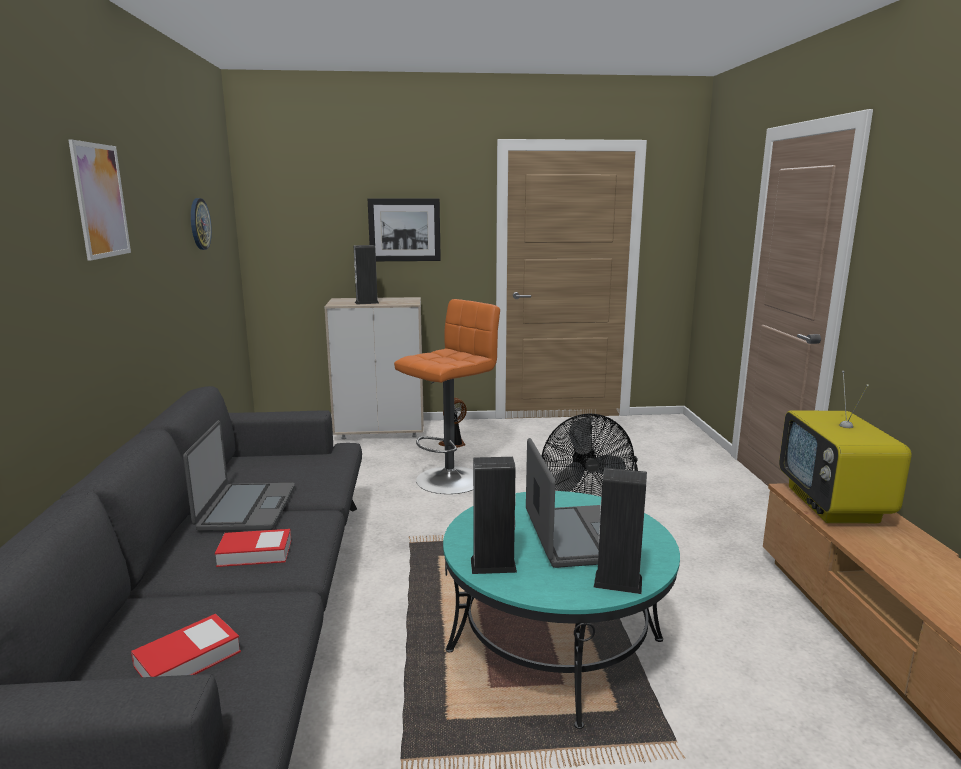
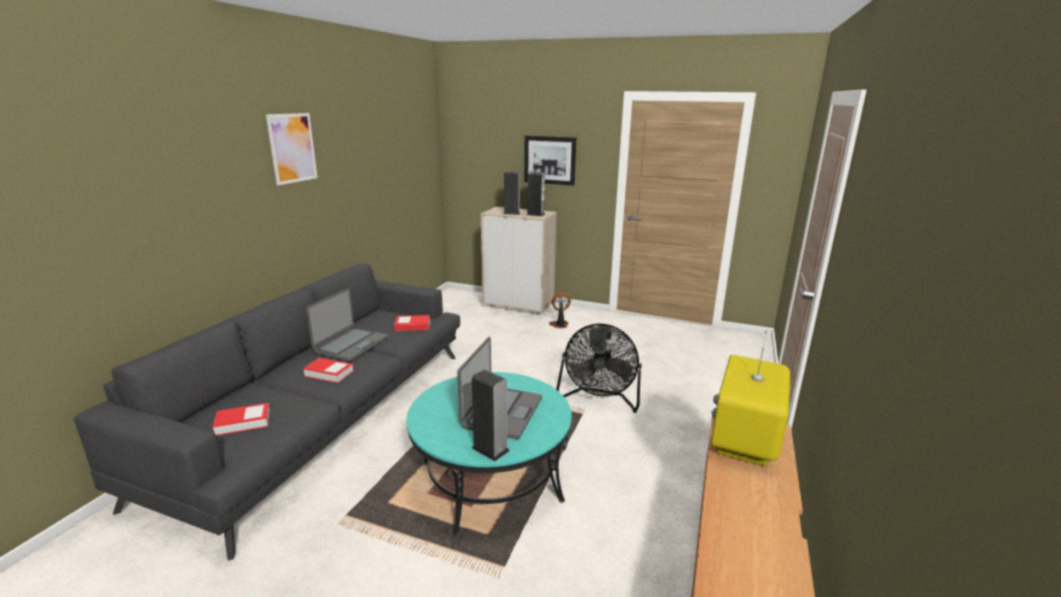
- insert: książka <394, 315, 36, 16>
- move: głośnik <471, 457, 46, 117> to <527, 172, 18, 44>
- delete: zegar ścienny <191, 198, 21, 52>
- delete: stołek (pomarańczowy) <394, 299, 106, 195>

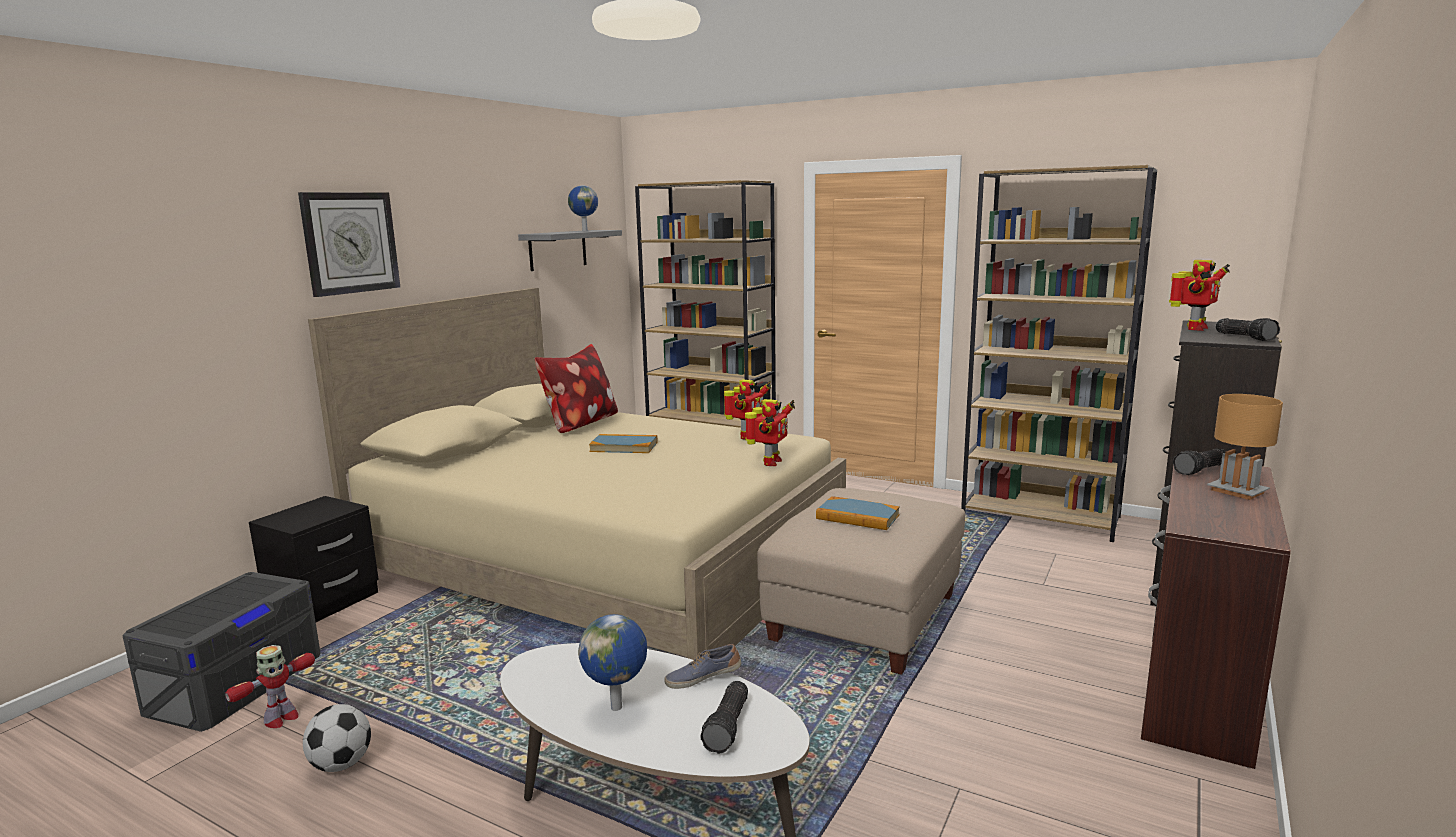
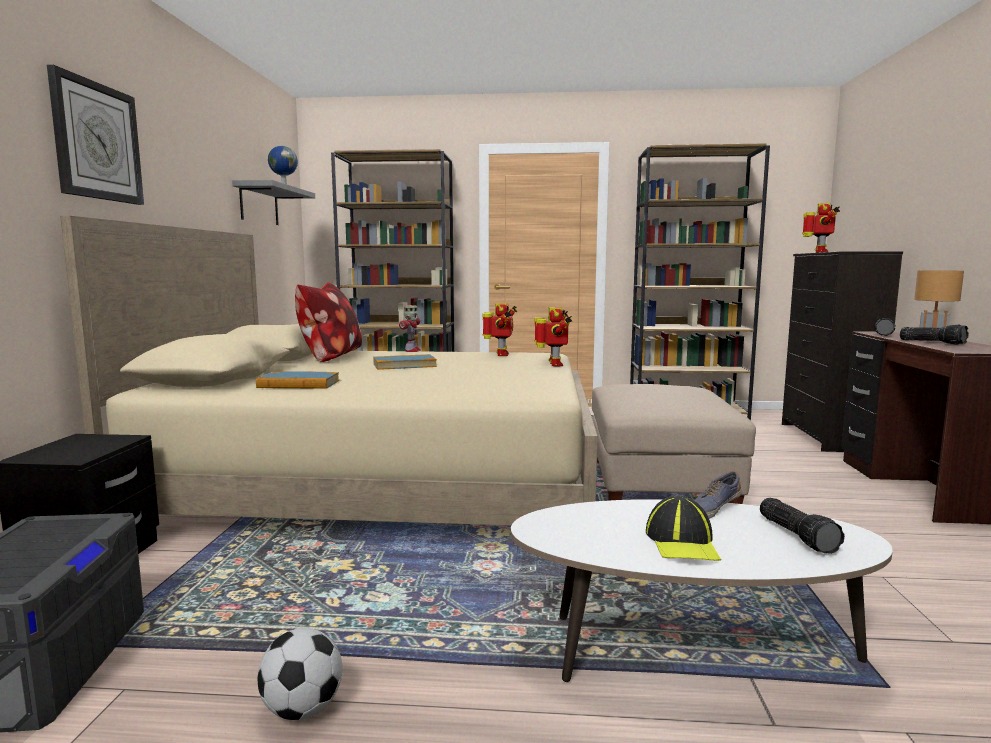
- move: książka <816, 496, 84, 34> to <256, 371, 83, 18>
- move: robot zabawkowy <225, 645, 90, 83> to <399, 305, 22, 47>
- replace: globus <578, 614, 69, 97> to czapka z daszkiem <646, 496, 75, 65>
- move: latarka <1216, 318, 64, 23> to <900, 325, 69, 20>

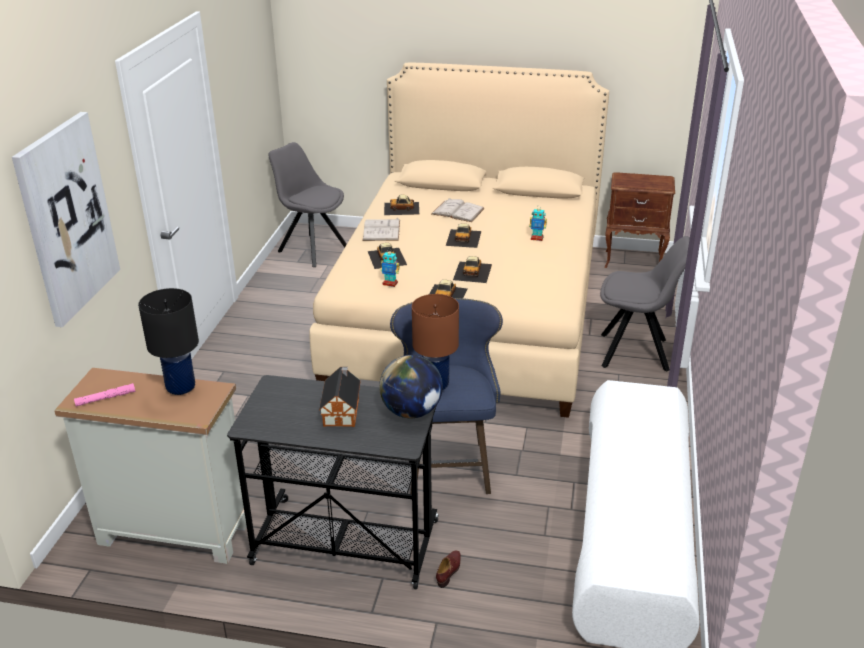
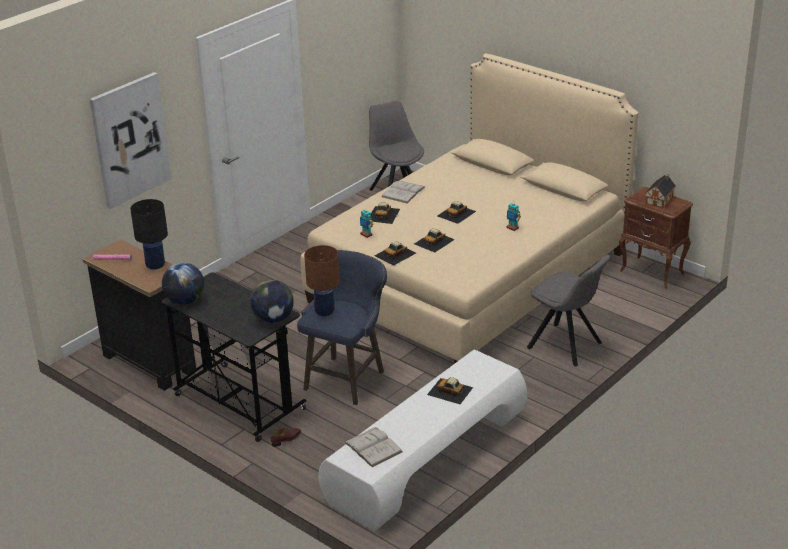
- recolor: komoda (biały) <54, 368, 193, 196> to komoda (czarny) <82, 239, 114, 152>
- insert: globus <162, 262, 42, 43>
- move: książka (biały) <431, 198, 54, 24> to <344, 427, 59, 40>
- move: samochodzik <384, 195, 35, 20> to <427, 377, 46, 27>
- move: domek <319, 367, 42, 60> to <646, 174, 30, 34>

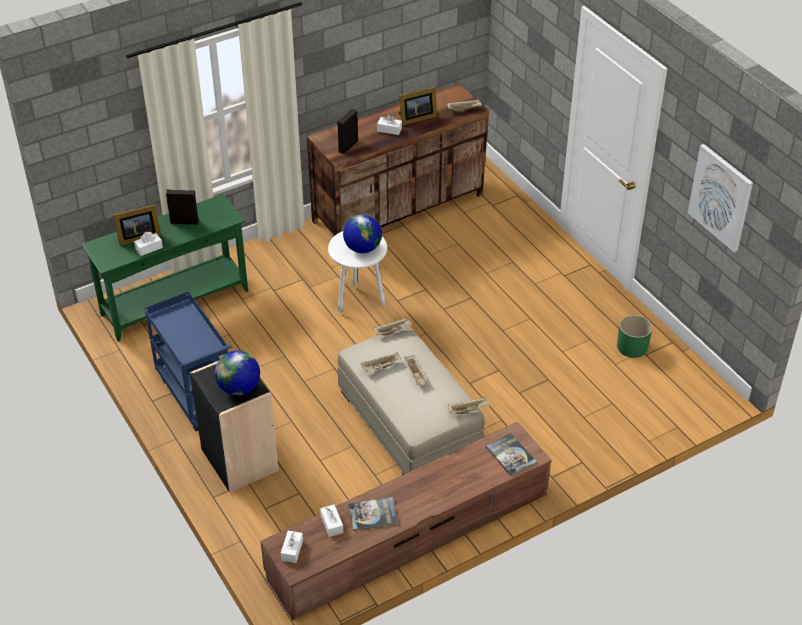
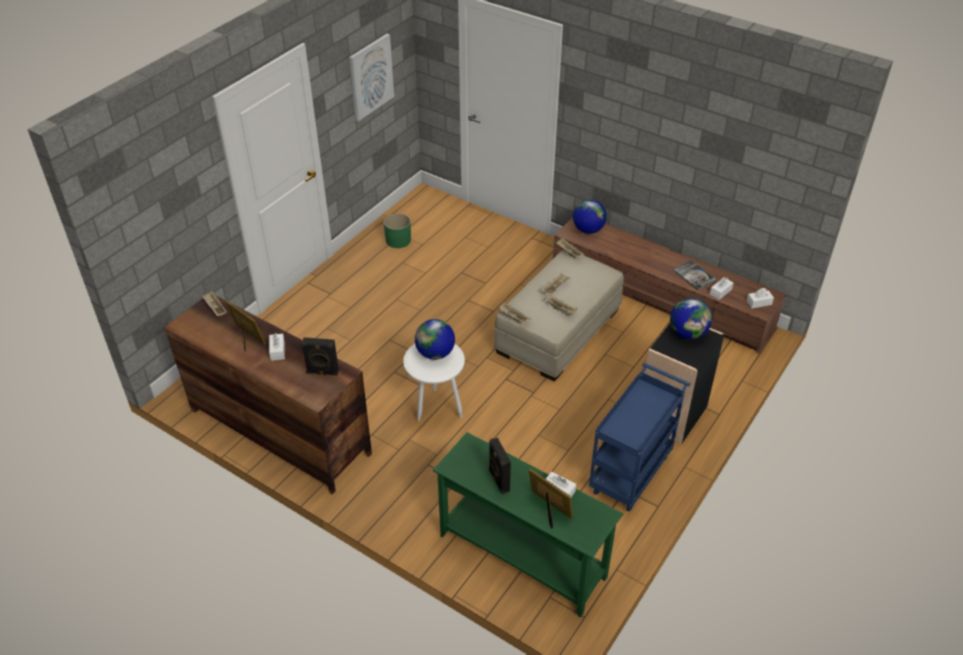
- replace: książka <486, 433, 51, 43> to globus <573, 200, 34, 34>

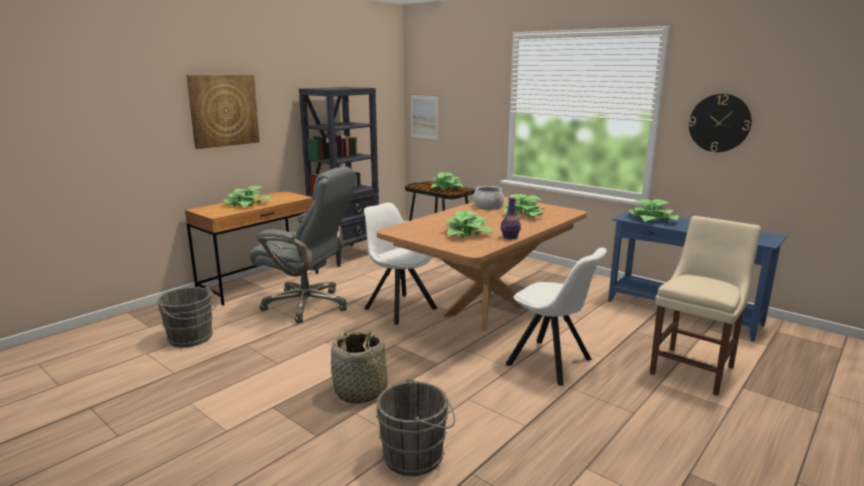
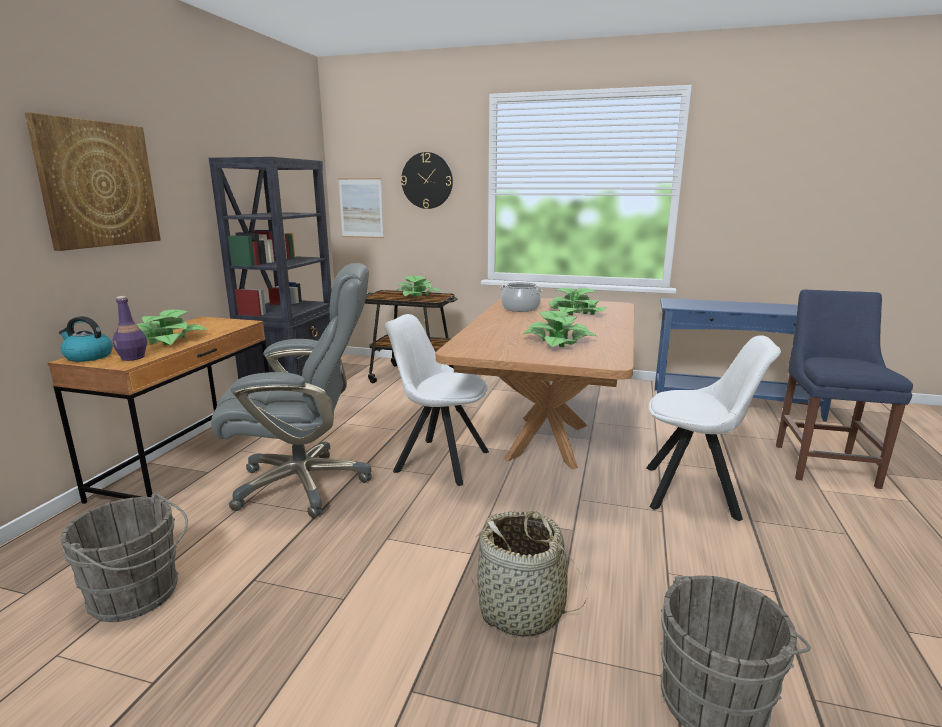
- insert: czajnik <59, 316, 54, 46>
- move: butelka (fioletowy) <501, 196, 20, 43> to <112, 296, 35, 65>
- move: zegar ścienny <689, 94, 63, 58> to <401, 152, 52, 57>
- recolor: krzesło (beżowy) <650, 216, 111, 180> to krzesło (niebieski) <776, 289, 137, 200>
- delete: roślina doniczkowa <628, 199, 51, 23>

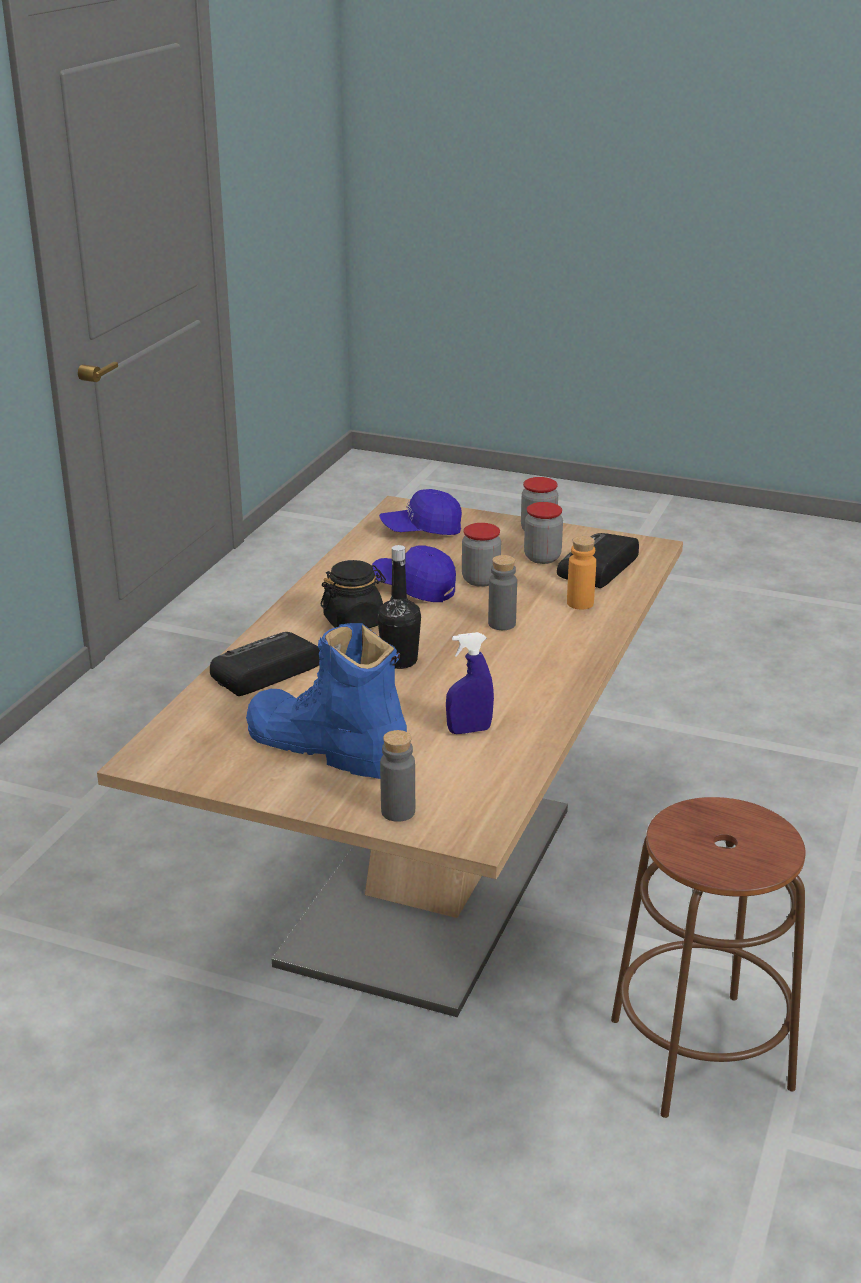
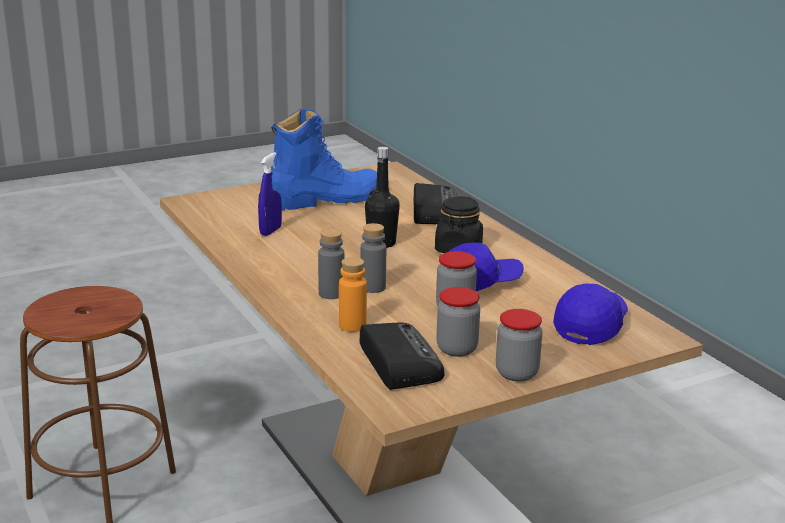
- move: butelka (szary) <380, 730, 35, 92> to <318, 229, 26, 70>

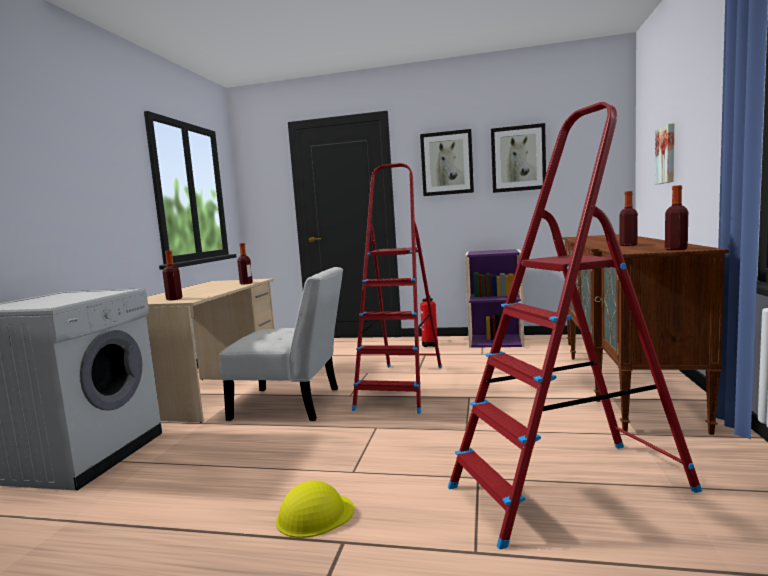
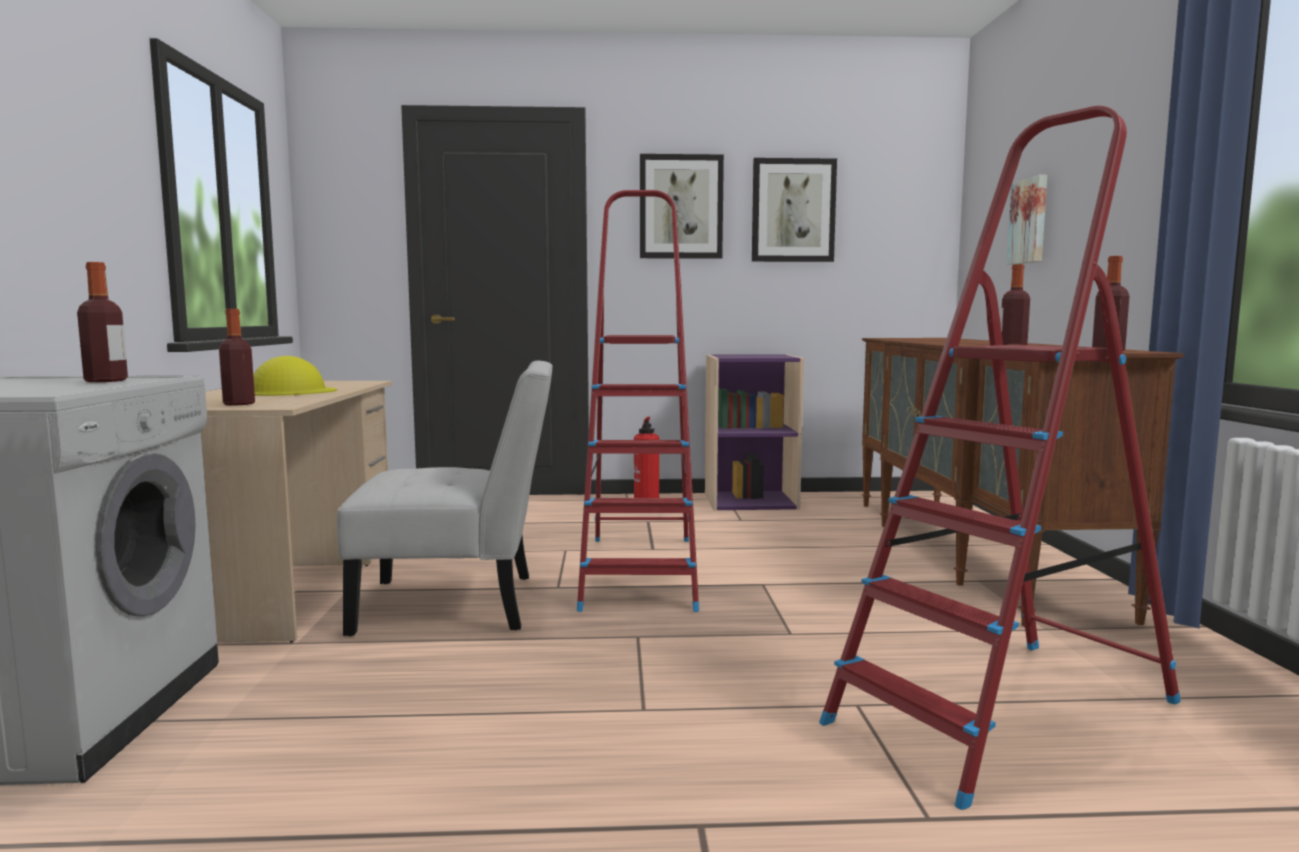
- move: butelka <237, 243, 16, 41> to <77, 262, 51, 120>
- move: kask (żółty) <276, 481, 78, 57> to <253, 356, 84, 40>

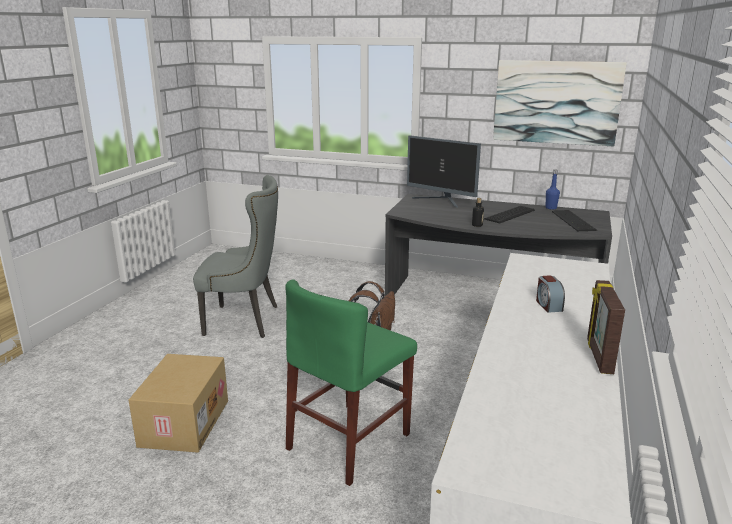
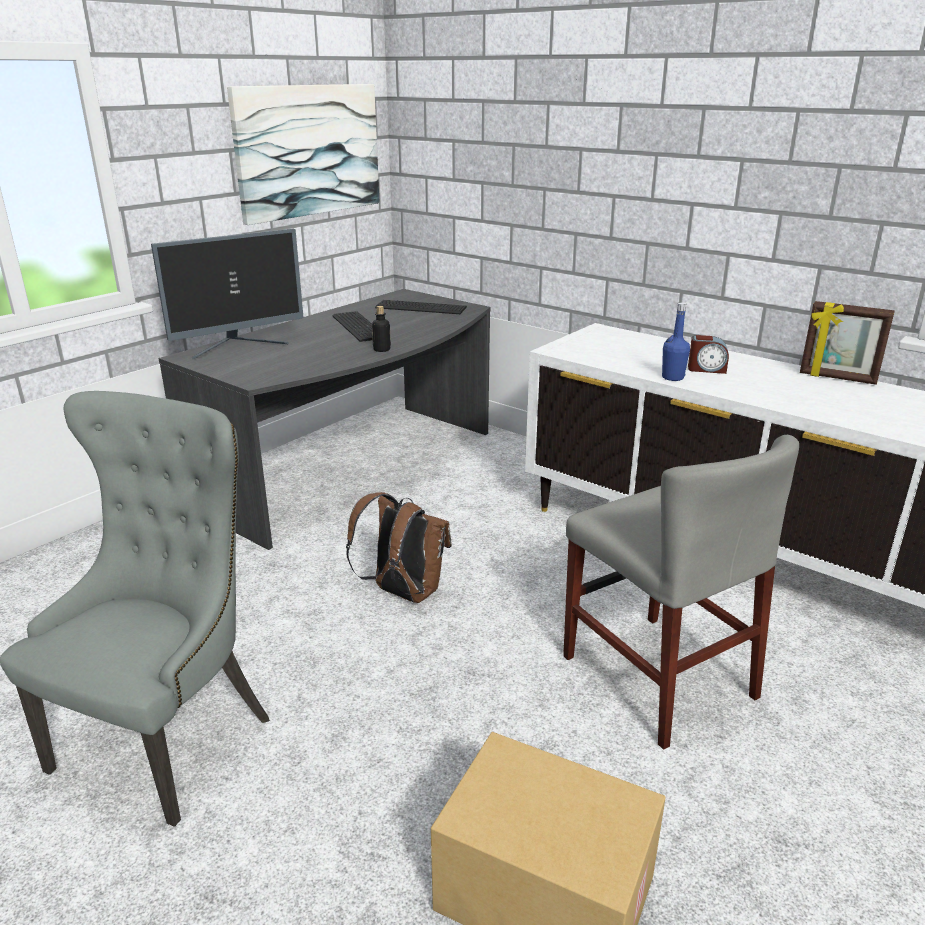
- recolor: krzesło (zielony) <285, 279, 132, 207> to krzesło (szary) <563, 435, 236, 315>
- move: butelka (niebieski) <546, 170, 14, 39> to <662, 302, 28, 79>

